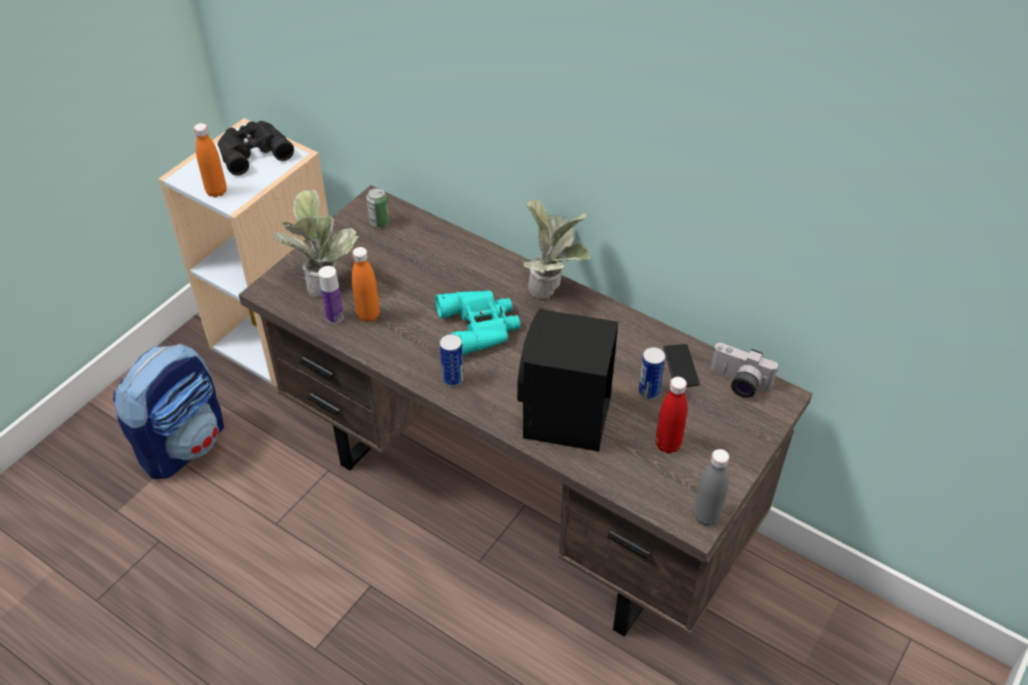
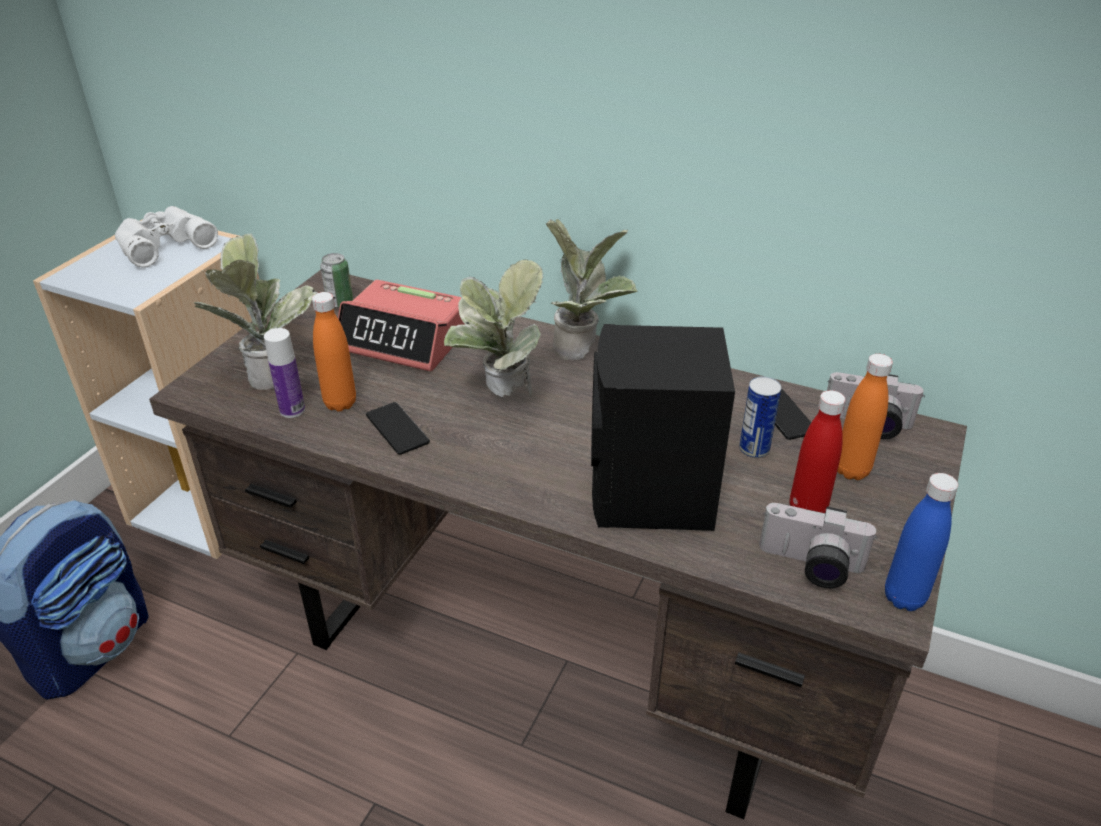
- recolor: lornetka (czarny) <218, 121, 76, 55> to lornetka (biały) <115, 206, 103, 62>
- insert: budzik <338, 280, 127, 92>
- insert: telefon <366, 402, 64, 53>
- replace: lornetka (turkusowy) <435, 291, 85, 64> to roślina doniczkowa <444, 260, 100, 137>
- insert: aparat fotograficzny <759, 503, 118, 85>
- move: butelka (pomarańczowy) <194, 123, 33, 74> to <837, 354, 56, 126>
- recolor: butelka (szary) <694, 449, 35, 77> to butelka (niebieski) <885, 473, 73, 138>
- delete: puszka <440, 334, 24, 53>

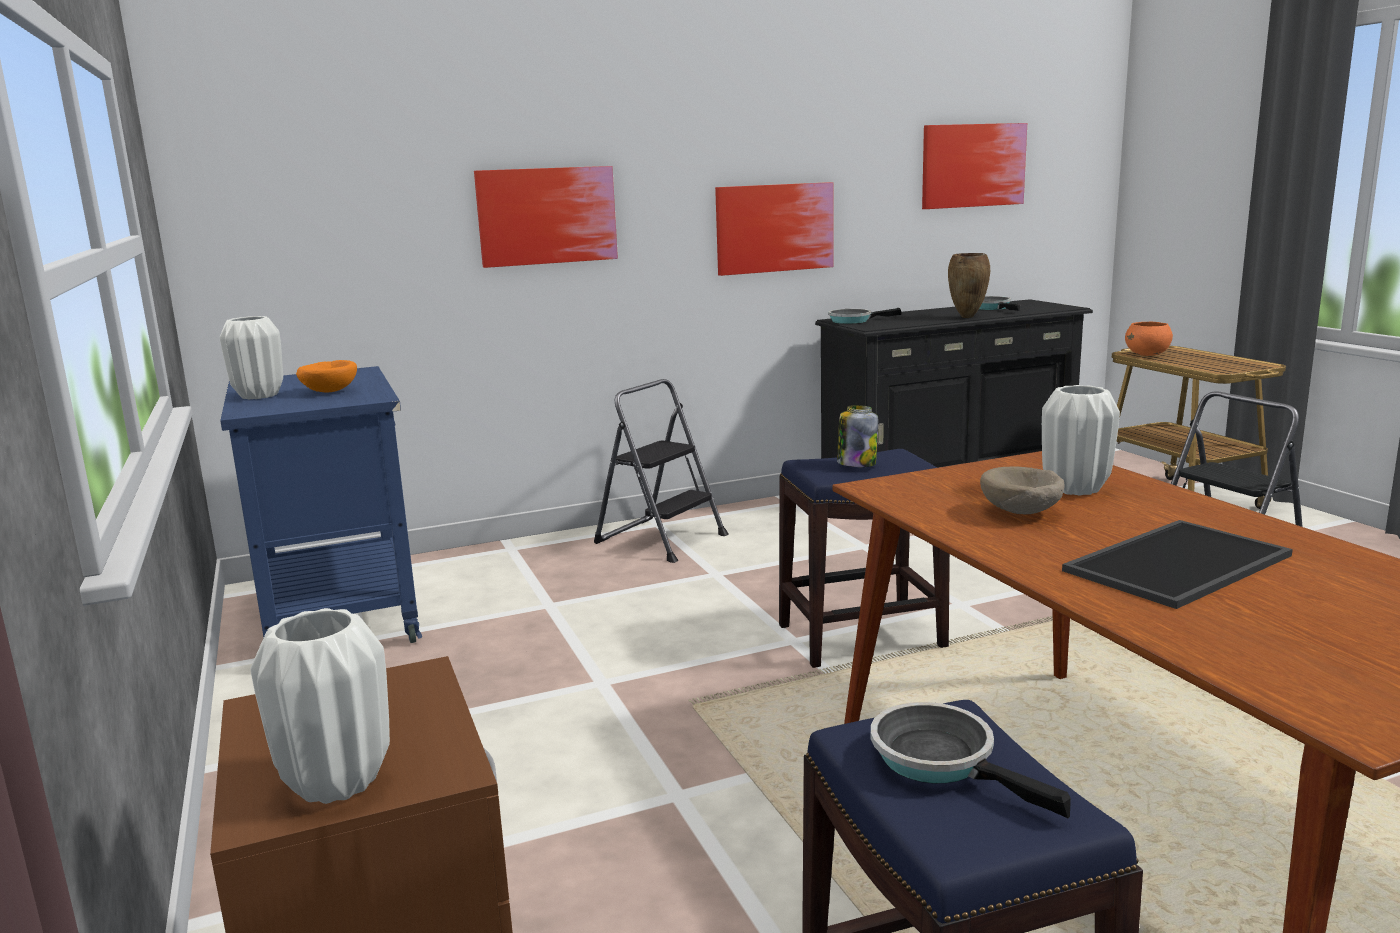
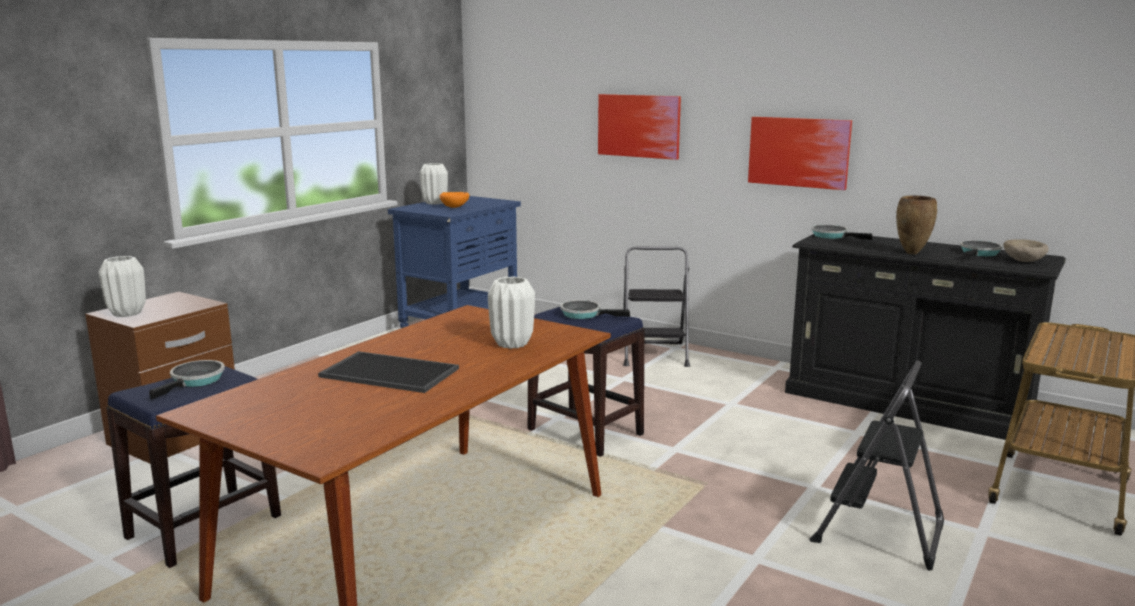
- replace: słoik <837, 405, 41, 62> to patelnia <560, 300, 70, 19>
- move: miska (beżowy) <980, 467, 85, 47> to <1004, 239, 45, 23>
- delete: obraz <922, 123, 105, 86>
- delete: miska (pomarańczowy) <1125, 321, 48, 35>

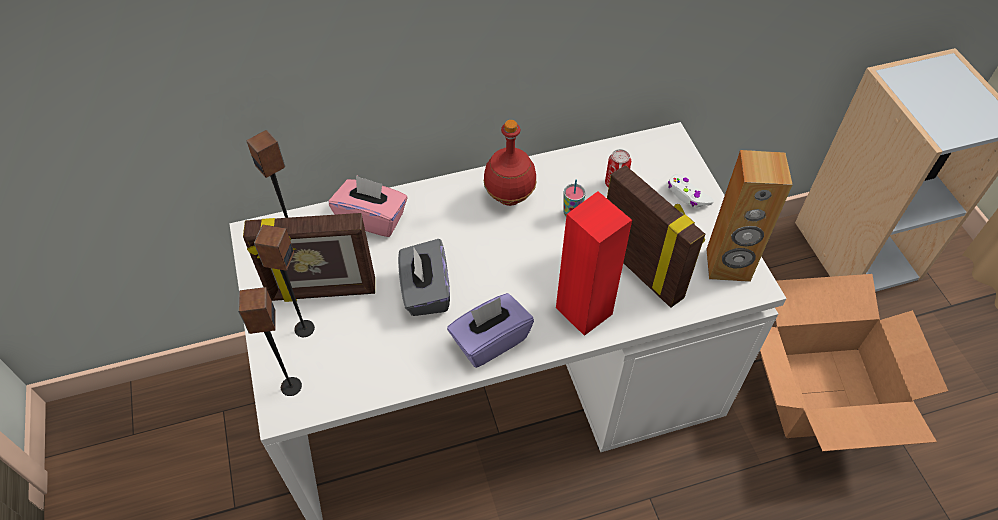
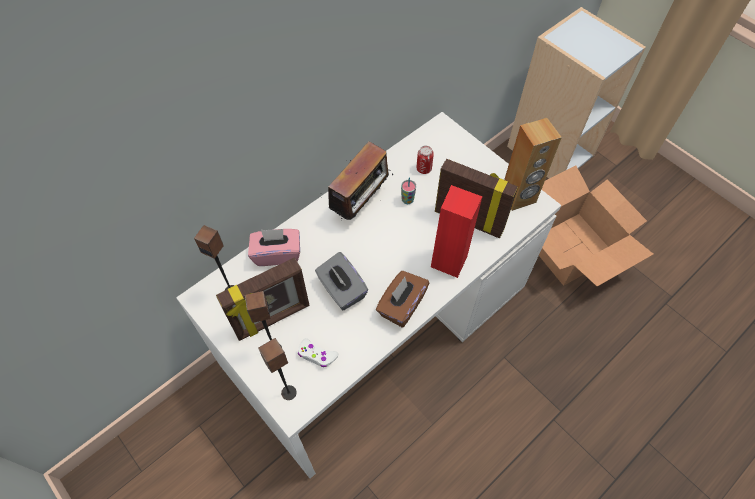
- move: pad do gier (biały) <668, 174, 46, 34> to <298, 338, 41, 29>
- replace: butelka (czerwony) <483, 120, 54, 86> to radio <328, 141, 65, 79>
- recolor: pudełko chusteczek (fioletowy) <447, 293, 87, 75> to pudełko chusteczek (brązowy) <376, 271, 54, 57>

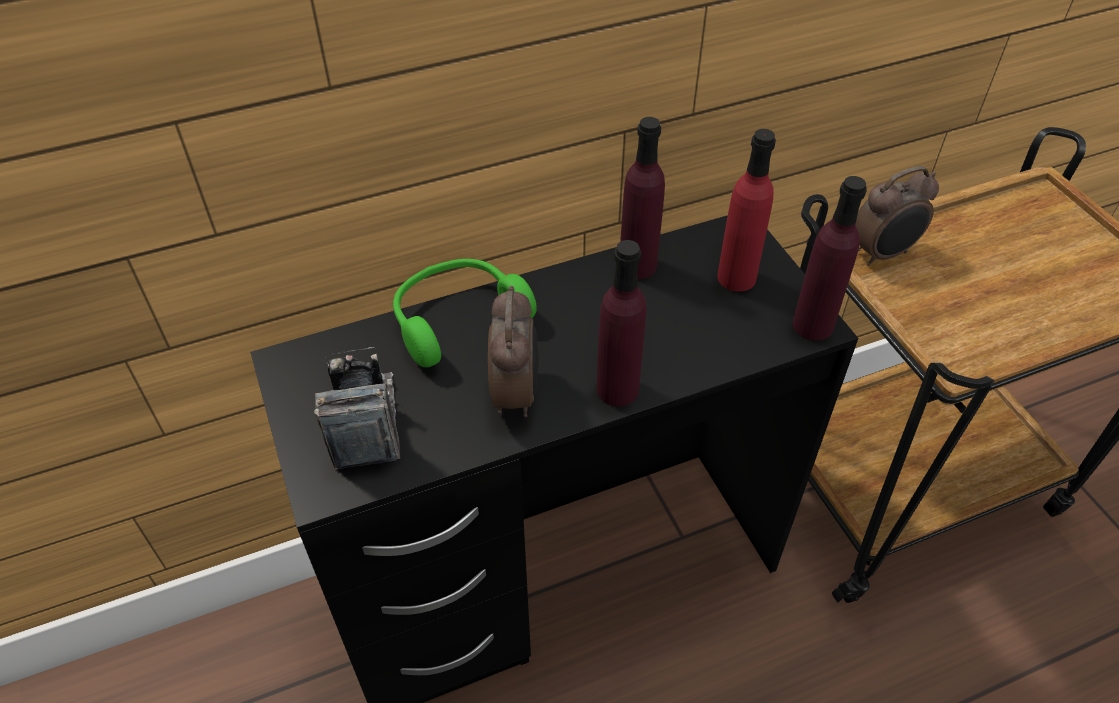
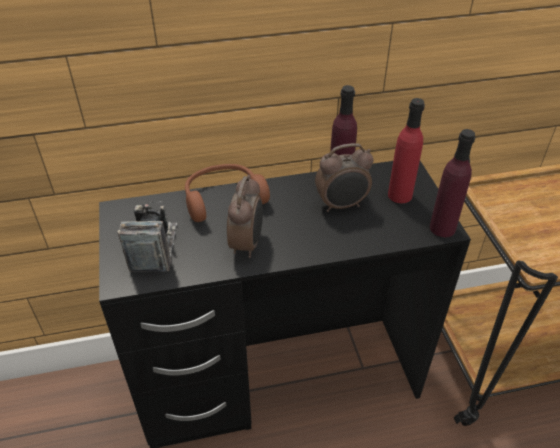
- recolor: słuchawki (zielony) <393, 259, 144, 108> to słuchawki (brązowy) <185, 164, 85, 58>
- move: budzik <855, 166, 84, 100> to <315, 143, 59, 69>
- delete: butelka (fioletowy) <596, 240, 50, 166>

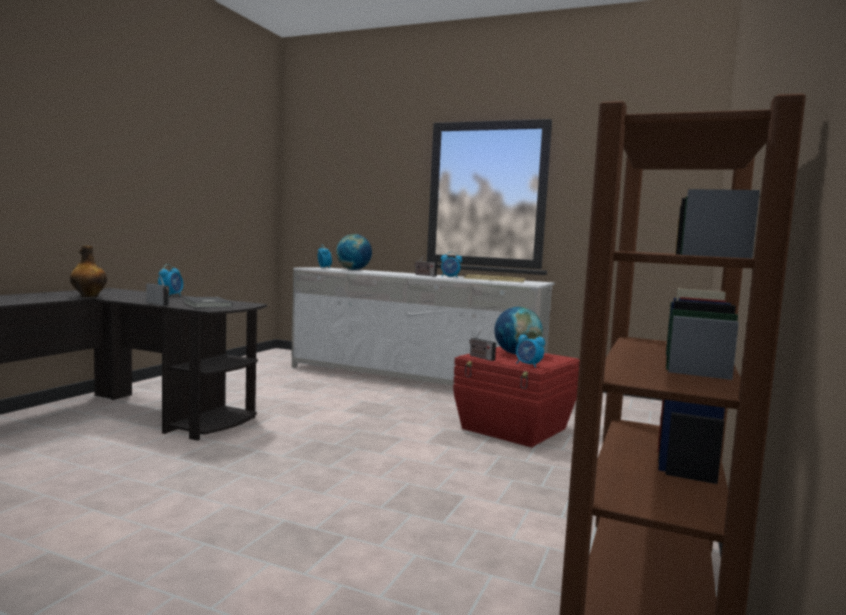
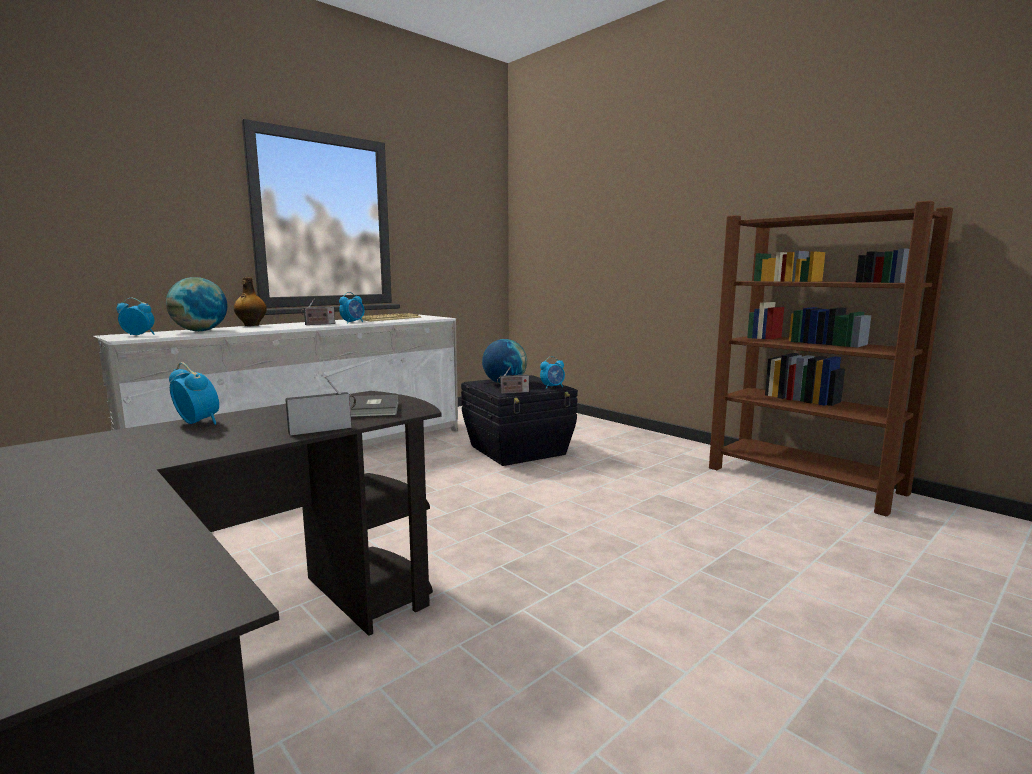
- move: butelka <70, 245, 37, 53> to <234, 277, 33, 49>
- recolor: pojemnik do przechowywania (czerwony) <453, 346, 126, 101> to pojemnik do przechowywania (czarny) <461, 375, 117, 91>

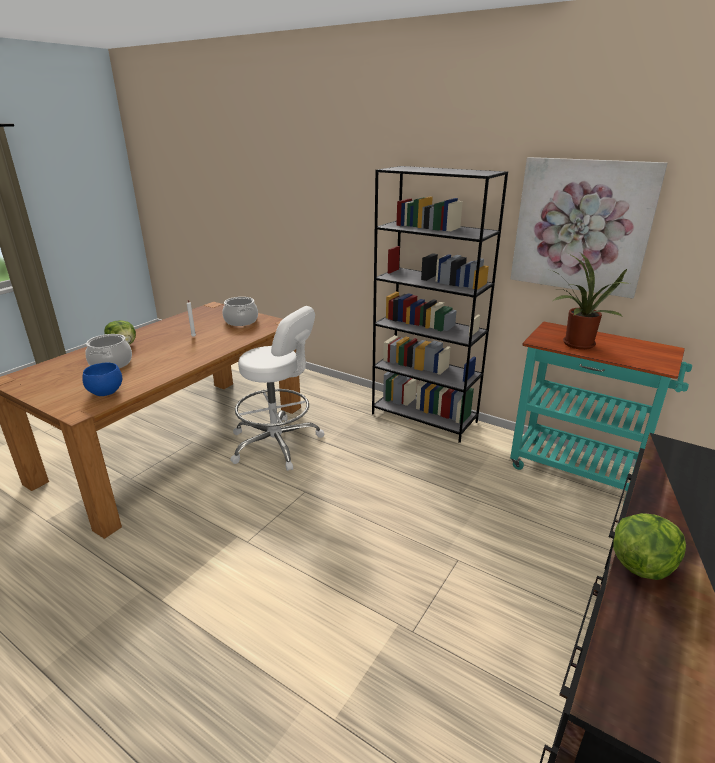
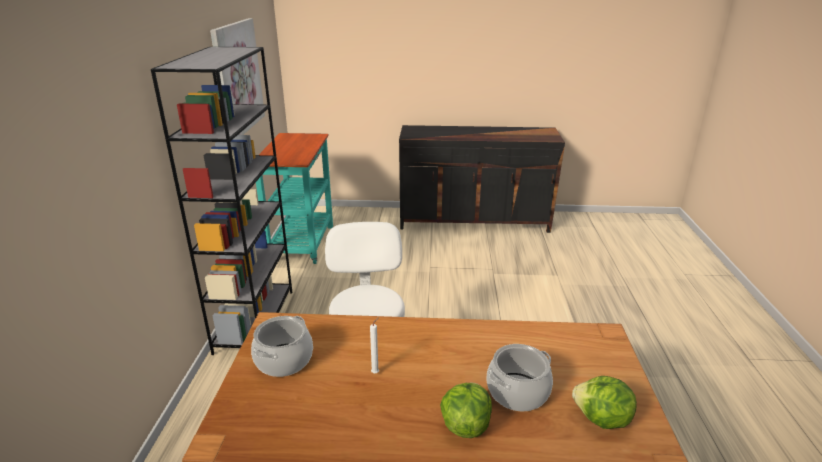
- move: sałata <613, 513, 73, 67> to <572, 376, 65, 53>
- delete: miska (niebieski) <82, 362, 40, 34>
- delete: roślina doniczkowa <551, 253, 79, 97>

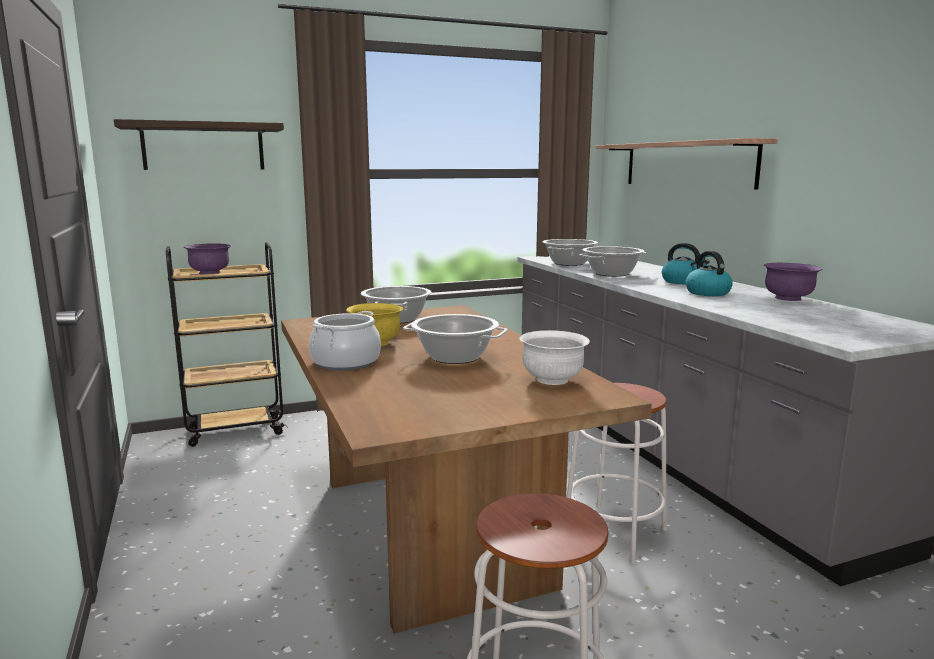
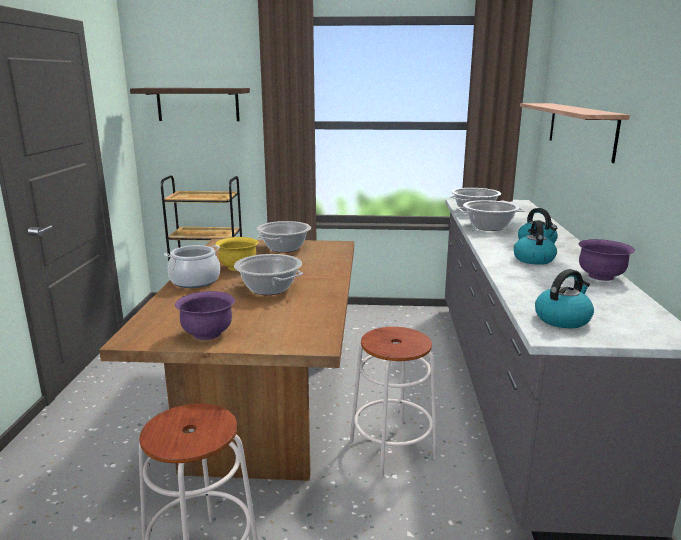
- move: miska (fioletowy) <184, 243, 47, 32> to <175, 291, 60, 49>
- insert: czajnik <535, 269, 59, 59>
- delete: miska (biały) <519, 330, 71, 55>

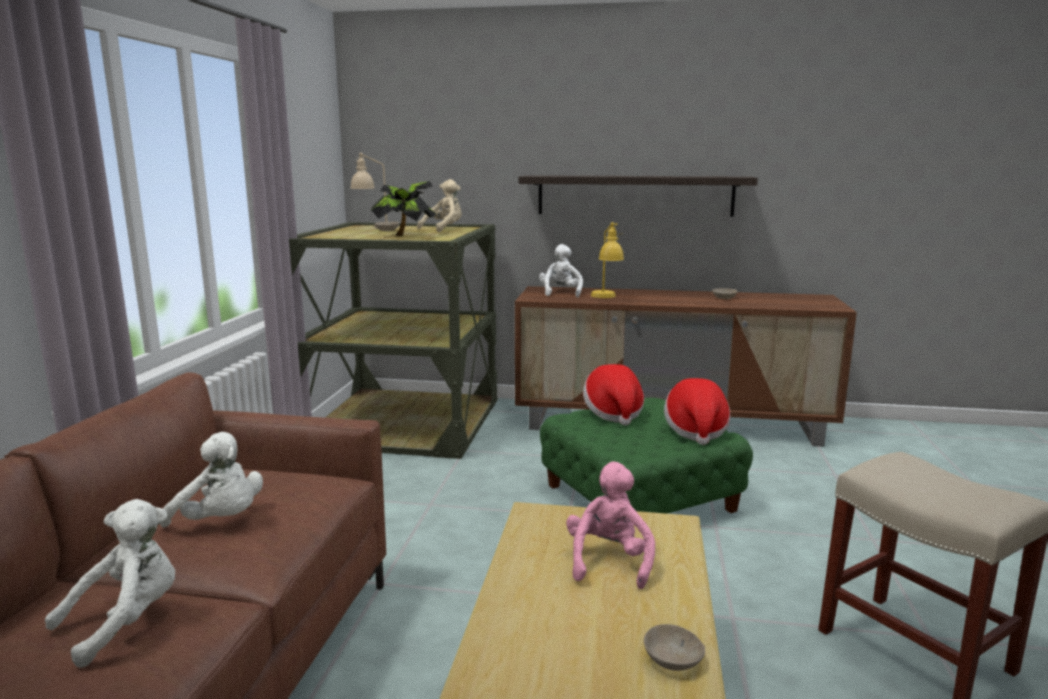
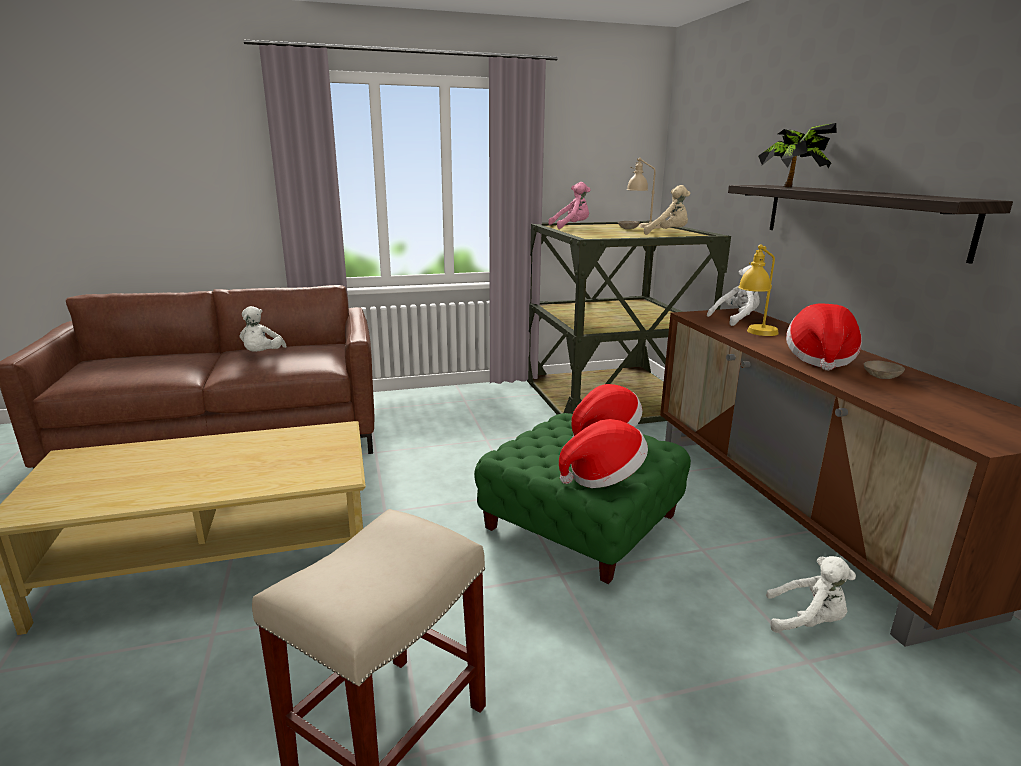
- move: pluszak (różowy) <566, 462, 89, 127> to <548, 182, 42, 47>
- move: roślina doniczkowa <371, 181, 65, 55> to <758, 123, 79, 64>
- move: pluszak (biały) <45, 499, 130, 169> to <766, 556, 90, 77>
- insert: kapelusz <786, 304, 76, 67>
- delete: miska (beżowy) <644, 624, 61, 47>

